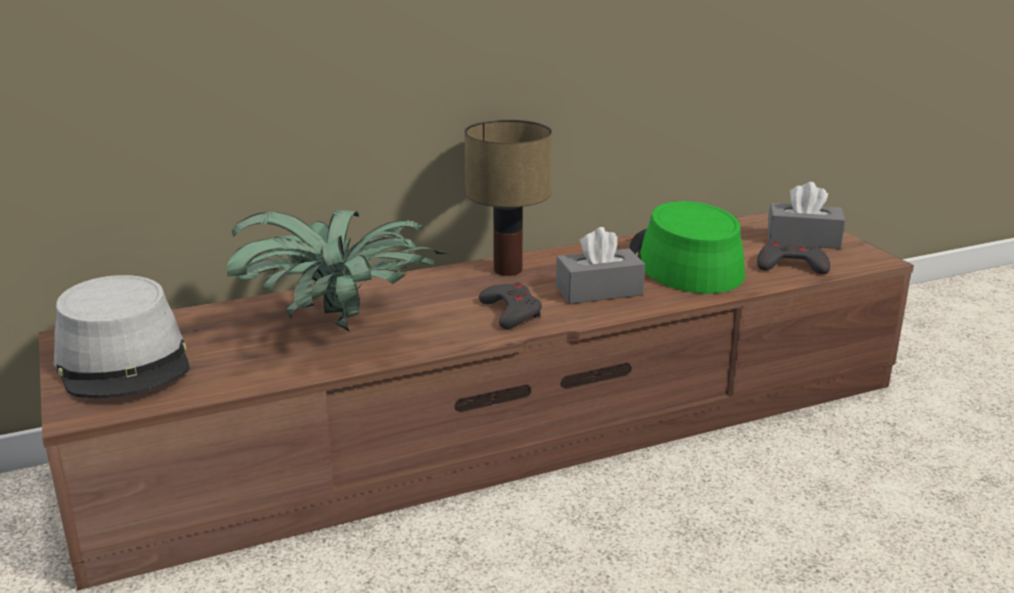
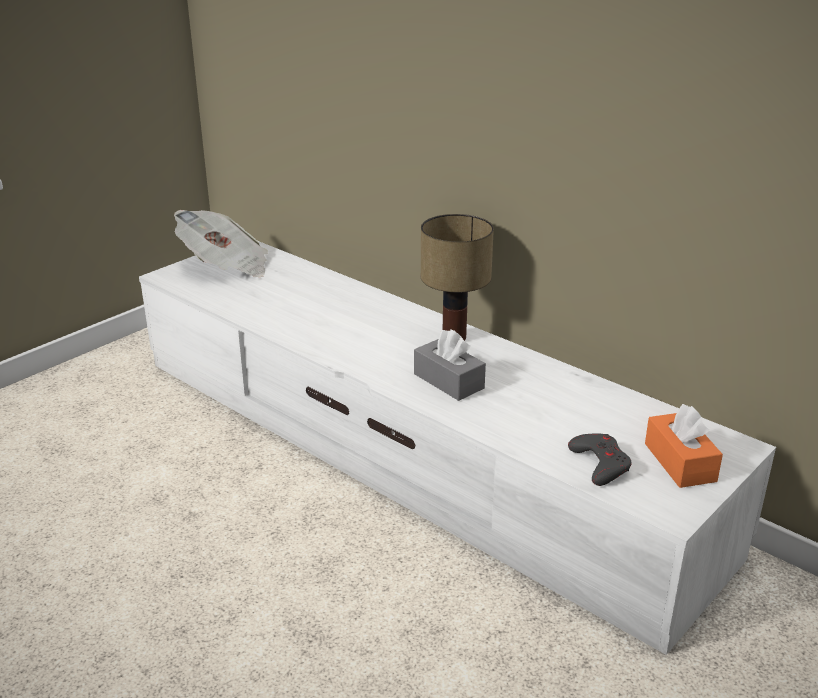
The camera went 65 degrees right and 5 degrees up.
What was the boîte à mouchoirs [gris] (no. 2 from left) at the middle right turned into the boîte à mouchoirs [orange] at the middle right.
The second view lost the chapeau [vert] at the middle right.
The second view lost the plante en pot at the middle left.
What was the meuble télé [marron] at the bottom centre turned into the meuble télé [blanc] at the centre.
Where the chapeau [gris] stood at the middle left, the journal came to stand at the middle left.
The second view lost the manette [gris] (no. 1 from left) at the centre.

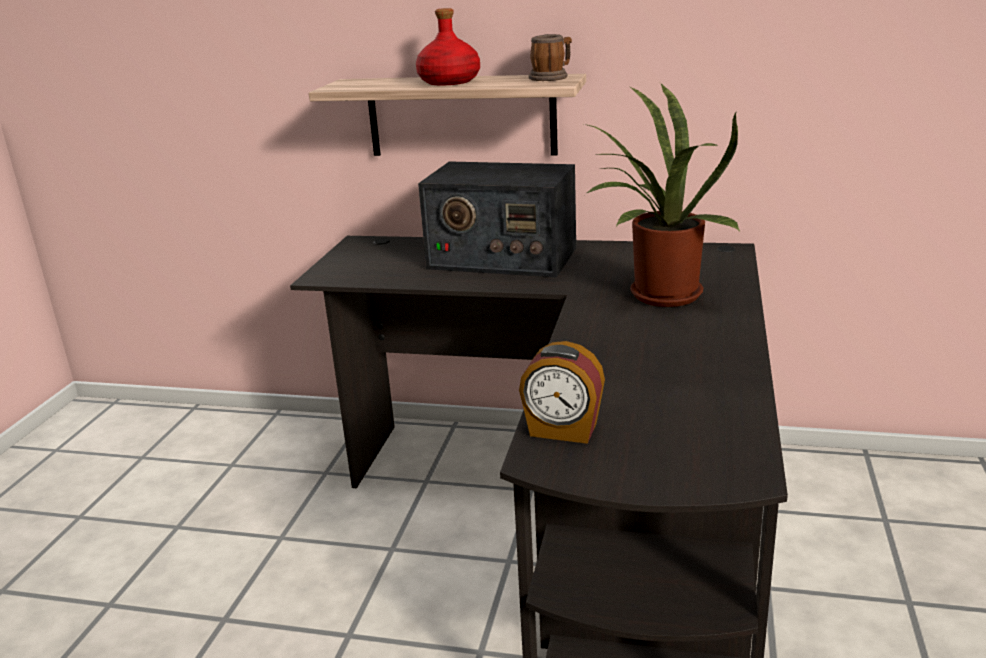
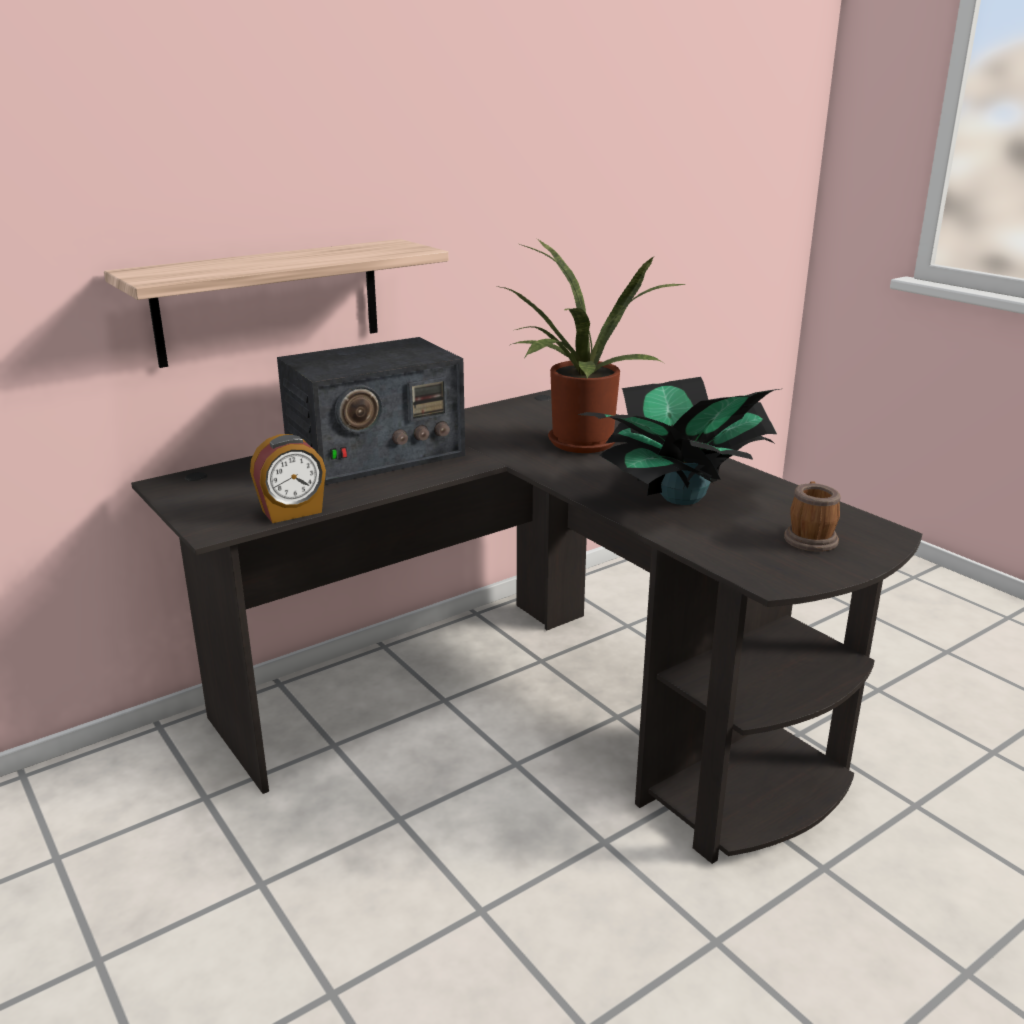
The camera went 50 degrees left and 0 degrees up.
The second view lost the bouteille [rouge] at the top centre.
The mug ended up elsewhere, having gone from the top centre to the middle right.
The réveil ended up elsewhere, having gone from the centre to the middle left.
The second view gained the plante en pot (no. 2 from left) at the centre.

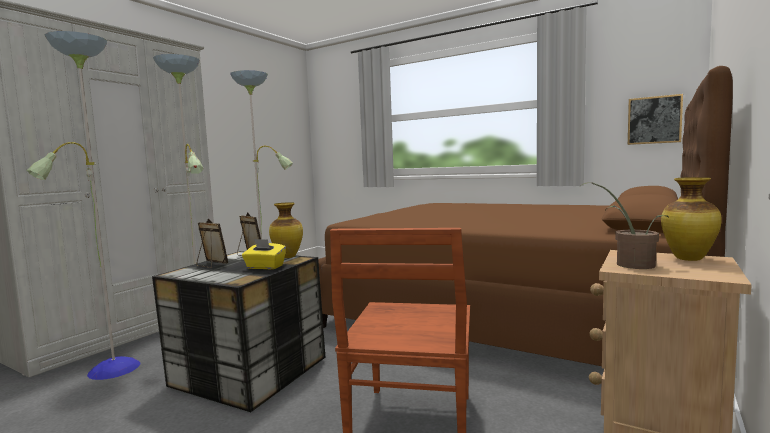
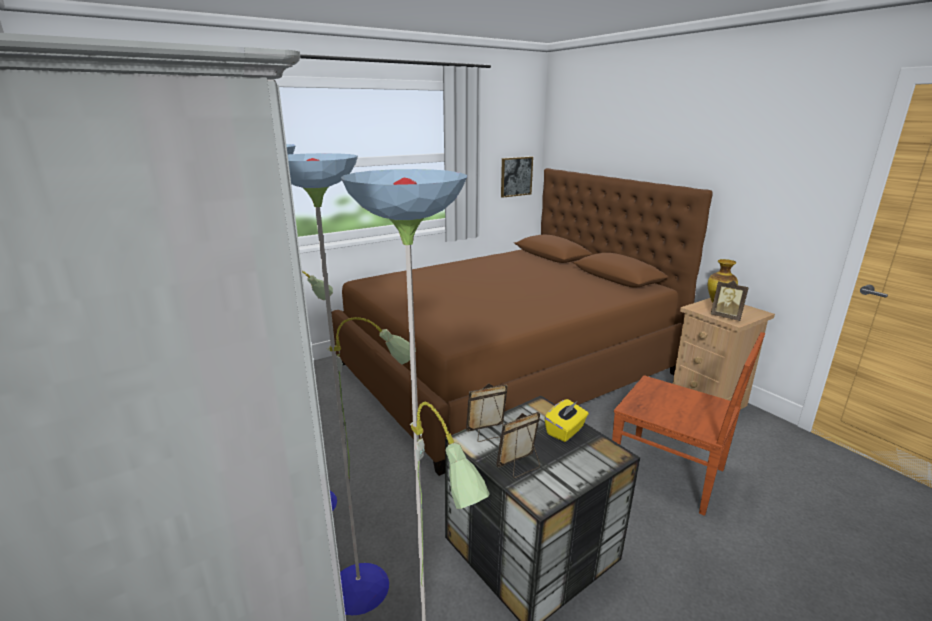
The camera went 65 degrees left and 15 degrees up.
Where the plante en pot stood at the middle right, the cadre photo (no. 3 from left) came to stand at the middle right.
The second view lost the vase (no. 1 from left) at the centre.

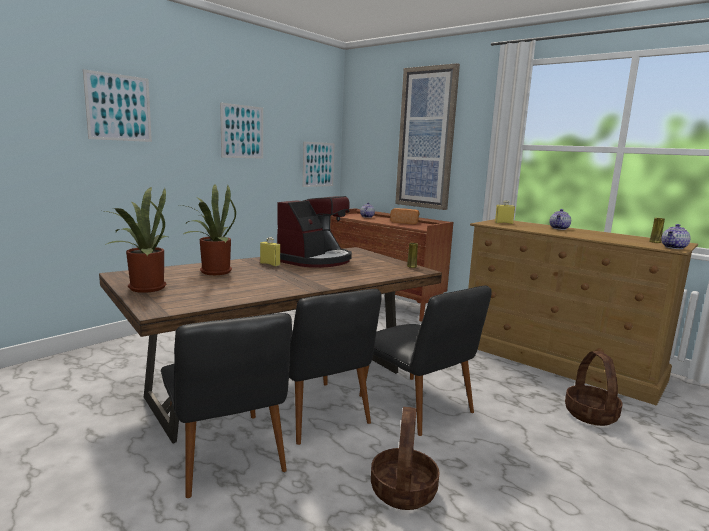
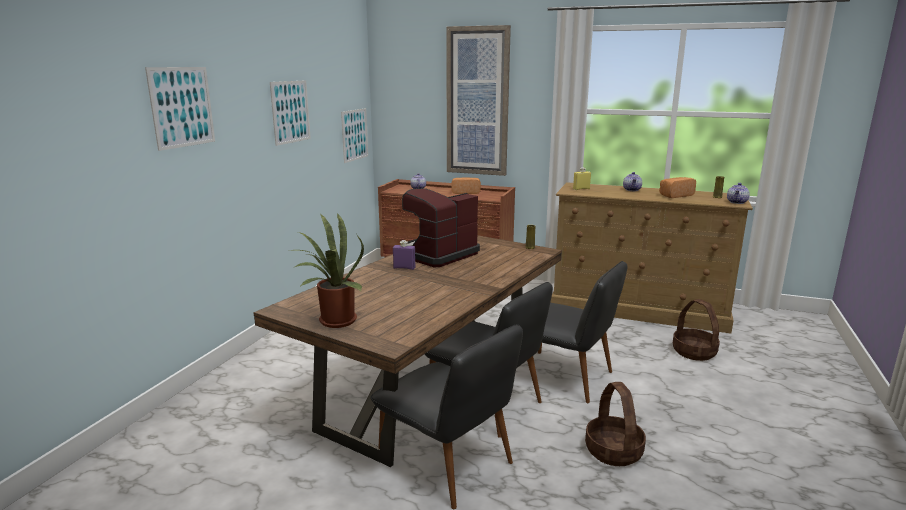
The camera went 20 degrees left and 5 degrees up.
The second view lost the plante en pot (no. 2 from left) at the middle left.
The machine à café at the centre ended up facing another way, 150 degrees counterclockwise from before.
What was the bouteille [jaune] (no. 1 from left) at the centre turned into the bouteille [violet] at the centre.
The second view gained the pain (no. 2 from left) at the middle right.

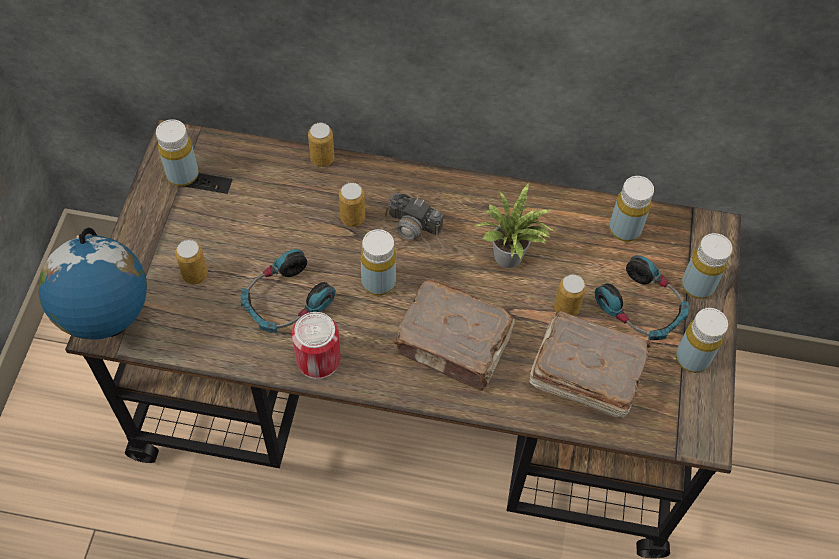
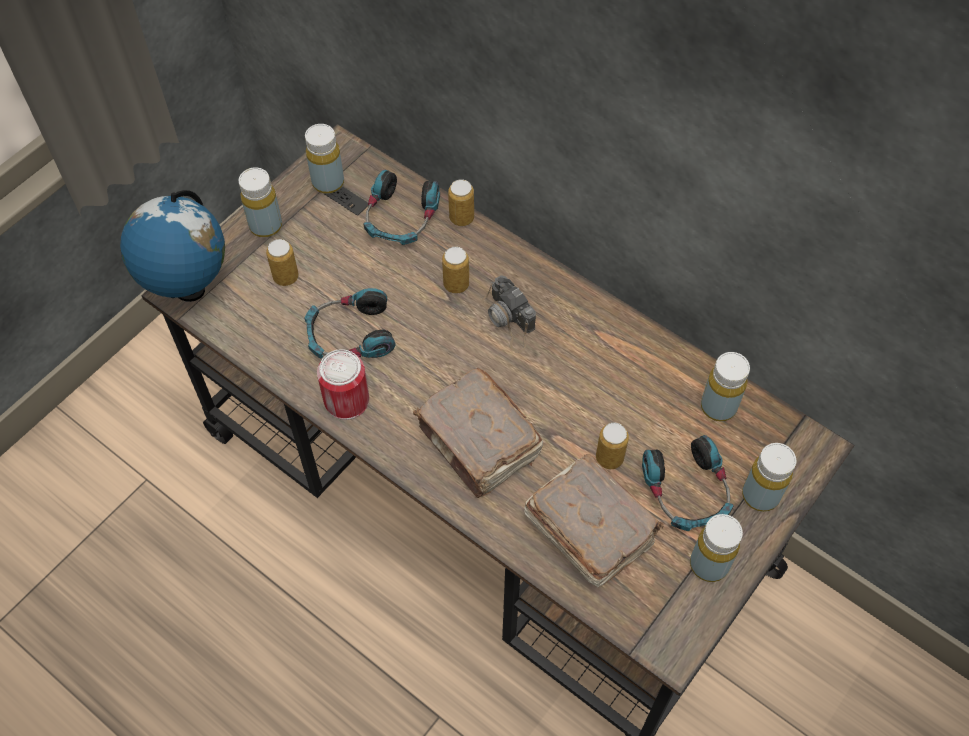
The camera went 30 degrees right and 0 degrees up.
The second view lost the plante en pot at the centre.
The bouteille [jaune] (no. 2 from left in the first image) ended up elsewhere, having gone from the centre to the top left.
The second view gained the casque audio (no. 2 from left) at the top centre.

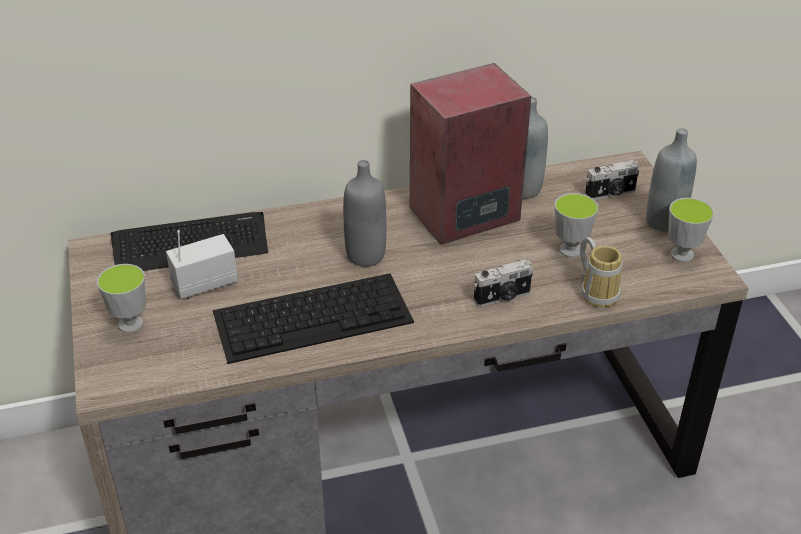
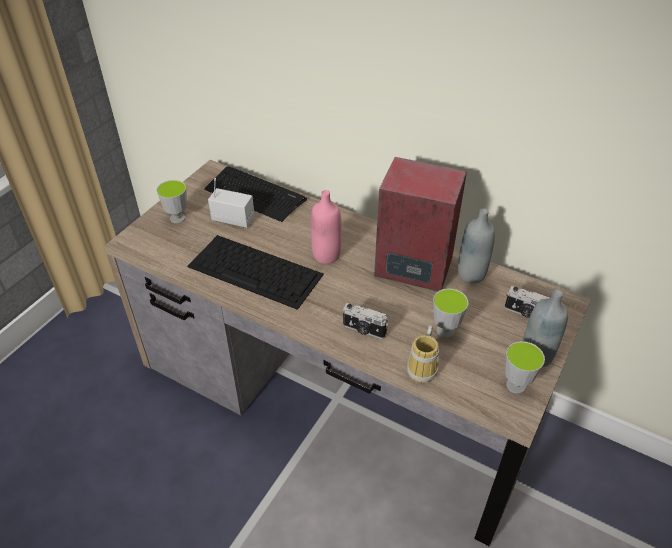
The camera went 45 degrees right and 5 degrees up.
What was the bouteille [gris] (no. 1 from left) at the centre turned into the bouteille [rose] at the centre.

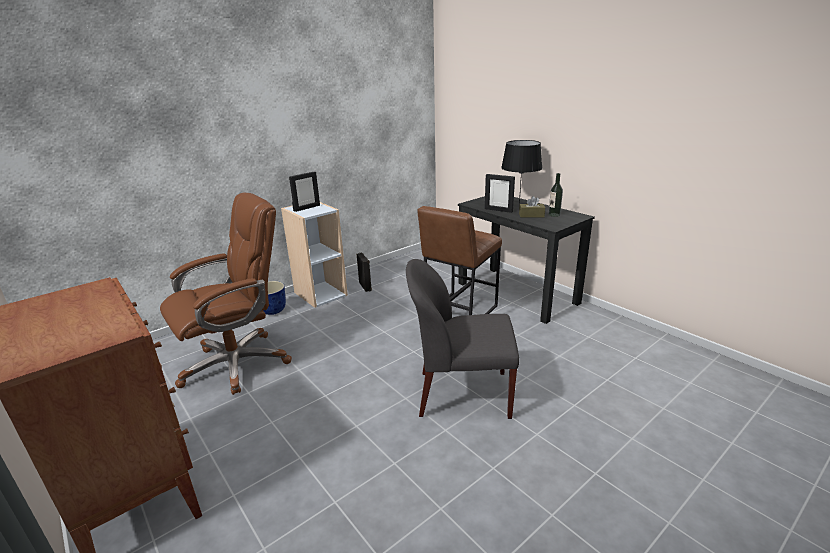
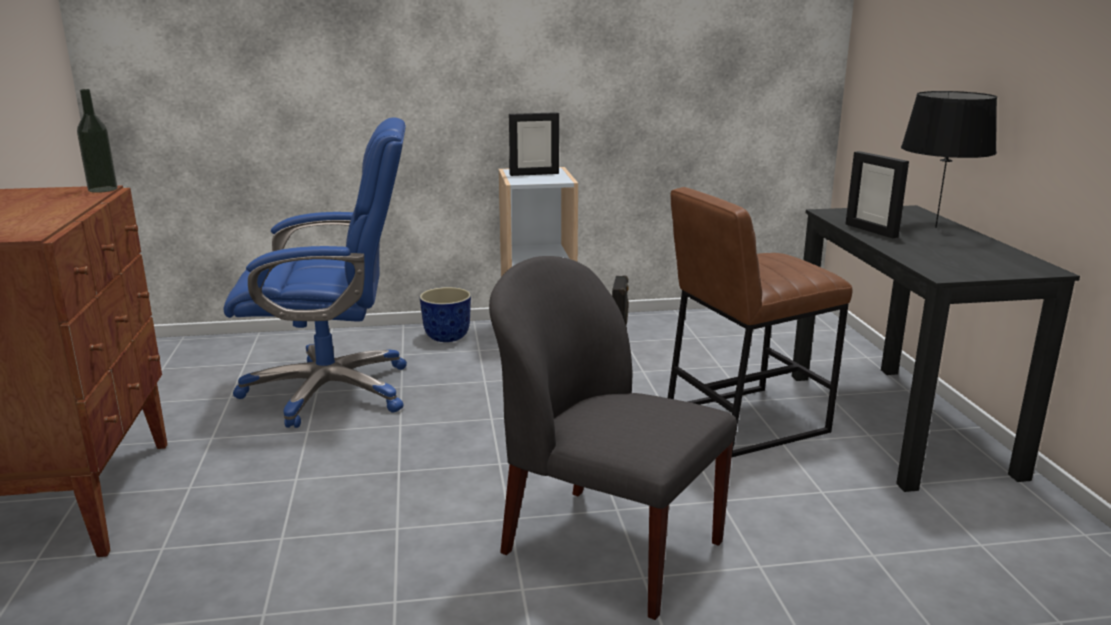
The camera went 30 degrees right and 5 degrees down.
The bouteille ended up elsewhere, having gone from the middle right to the top left.
What was the chaise de bureau [marron] at the middle left turned into the chaise de bureau [bleu] at the middle left.
The second view lost the boîte à mouchoirs [marron] at the centre.

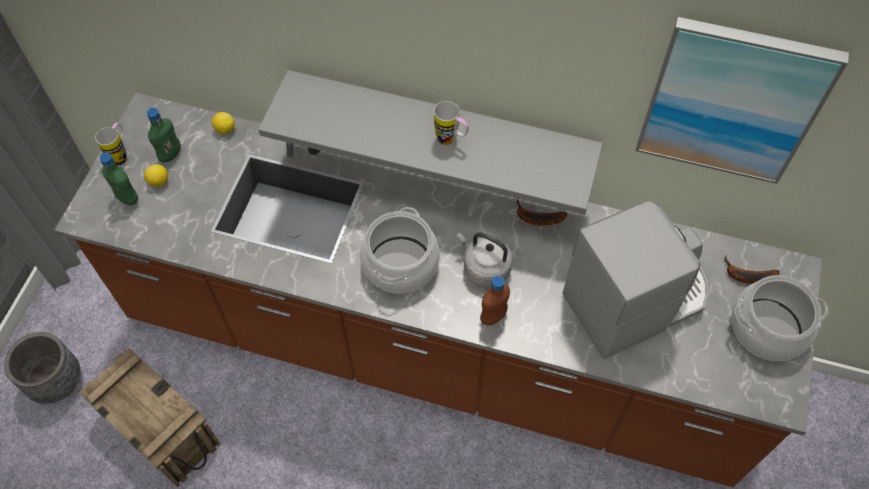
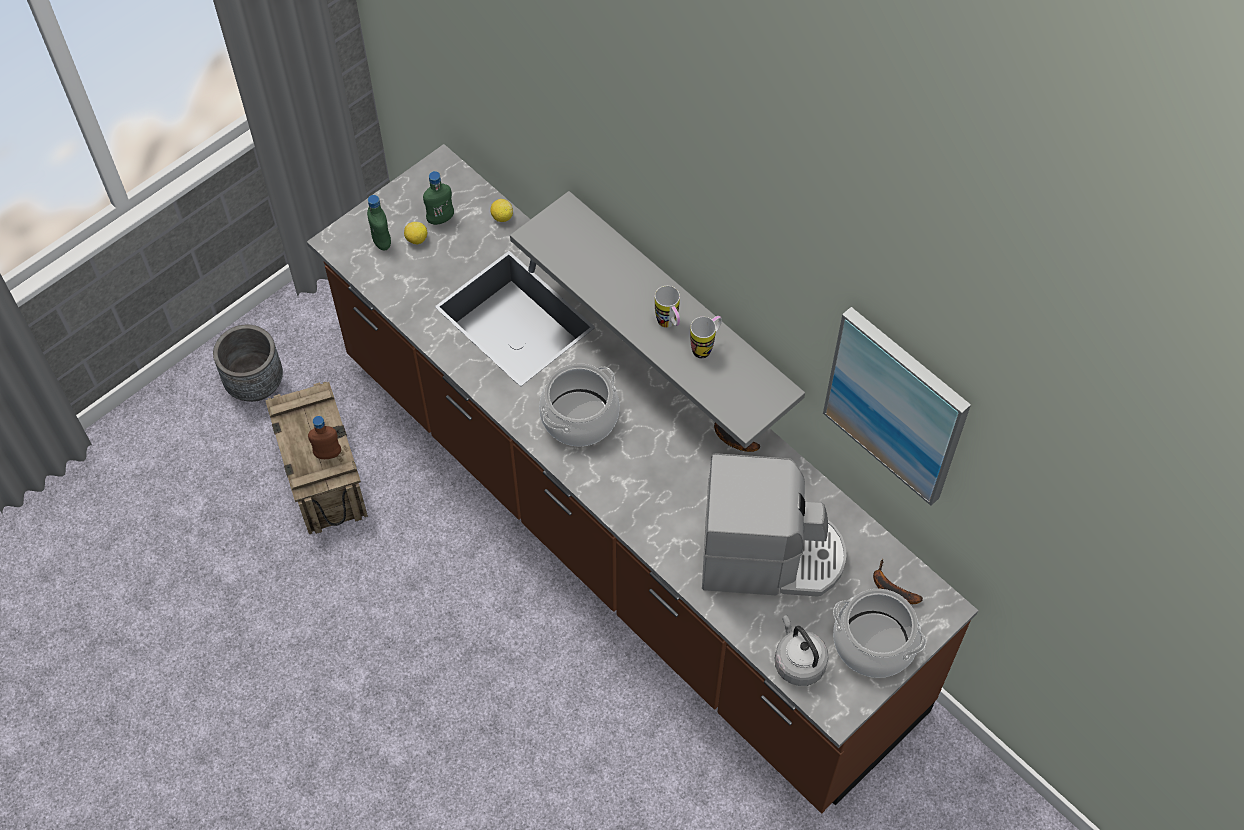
The camera went 30 degrees right and 0 degrees up.
The mug (no. 1 from left in the first image) ended up elsewhere, having gone from the top left to the centre.
The bouilloire [gris] ended up elsewhere, having gone from the centre to the bottom centre.
The bouteille [marron] ended up elsewhere, having gone from the centre to the middle left.

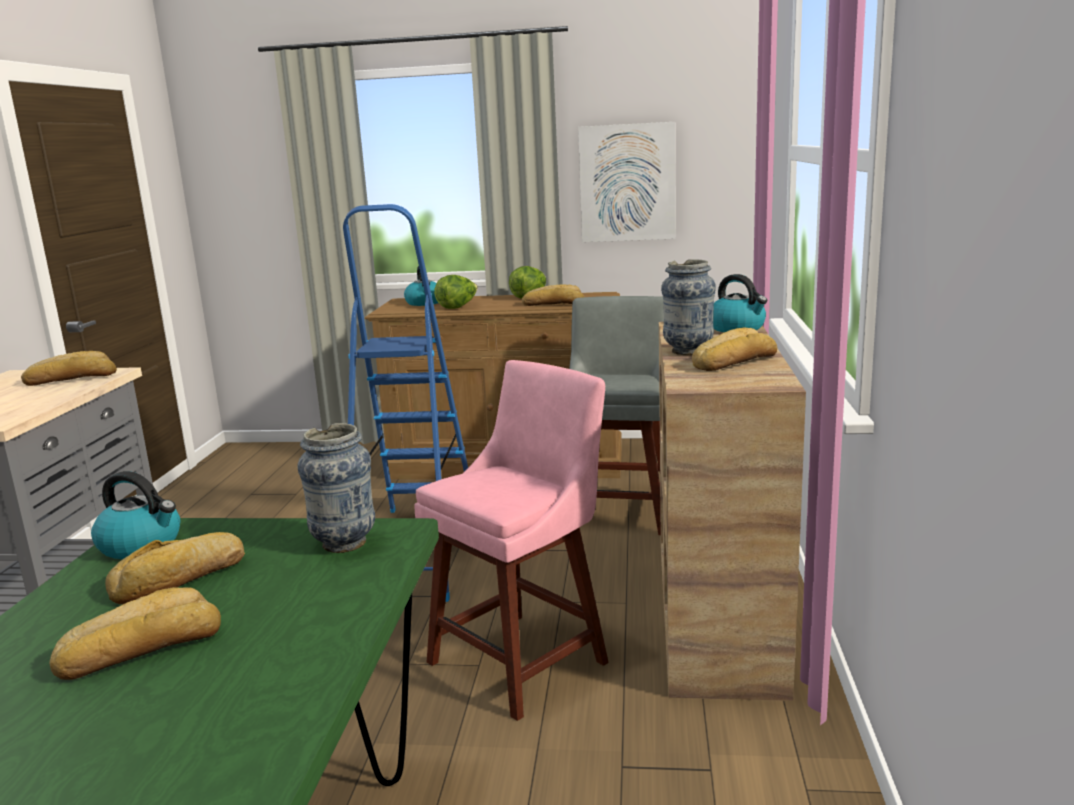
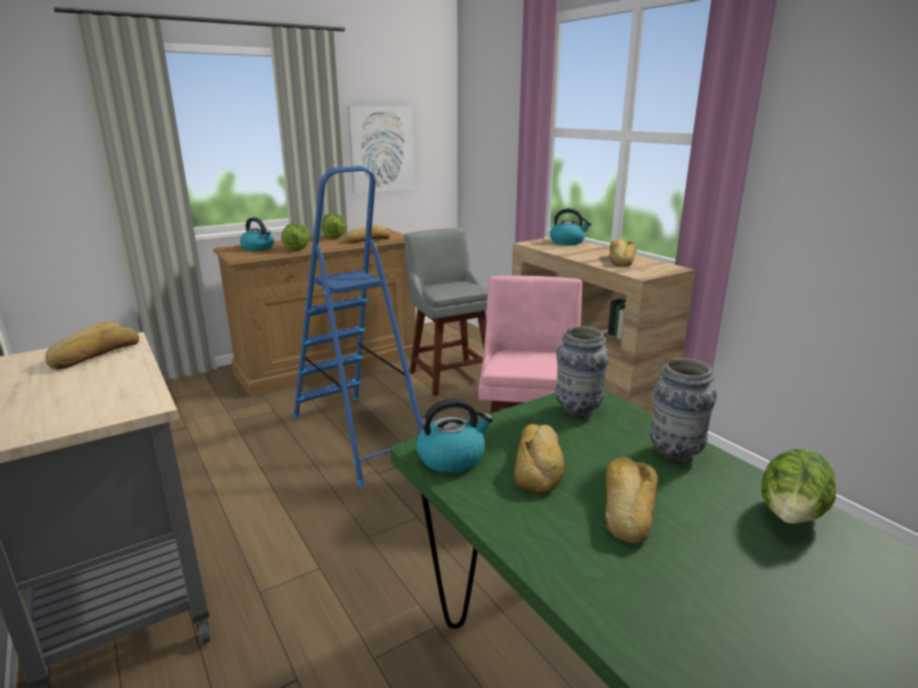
The camera went 40 degrees left and 5 degrees up.
The vase (no. 2 from left) ended up elsewhere, having gone from the centre to the middle right.
The second view gained the laitue (no. 3 from left) at the bottom right.

